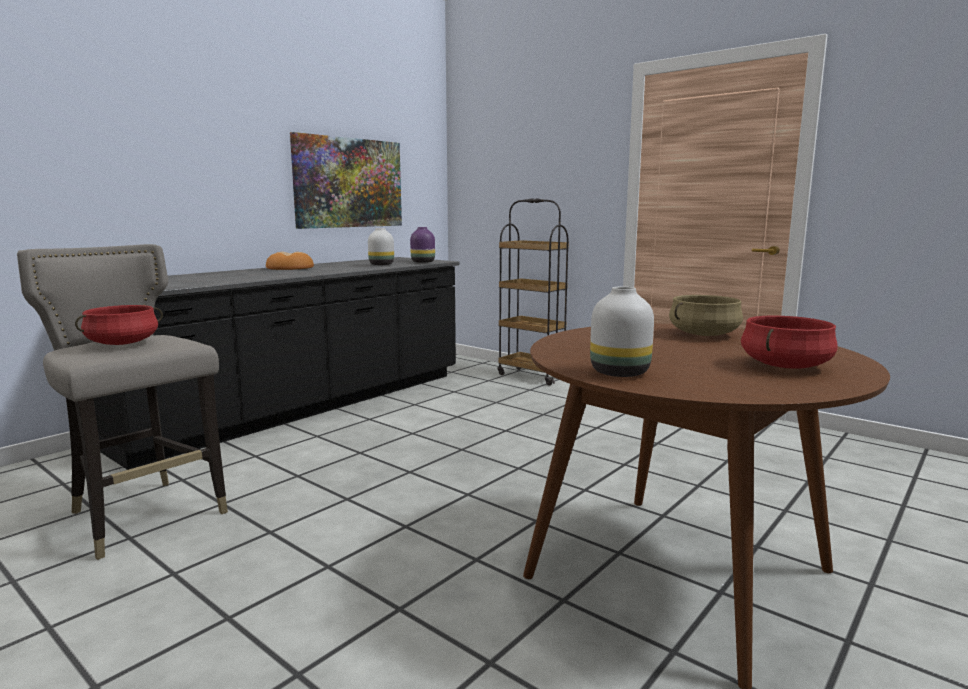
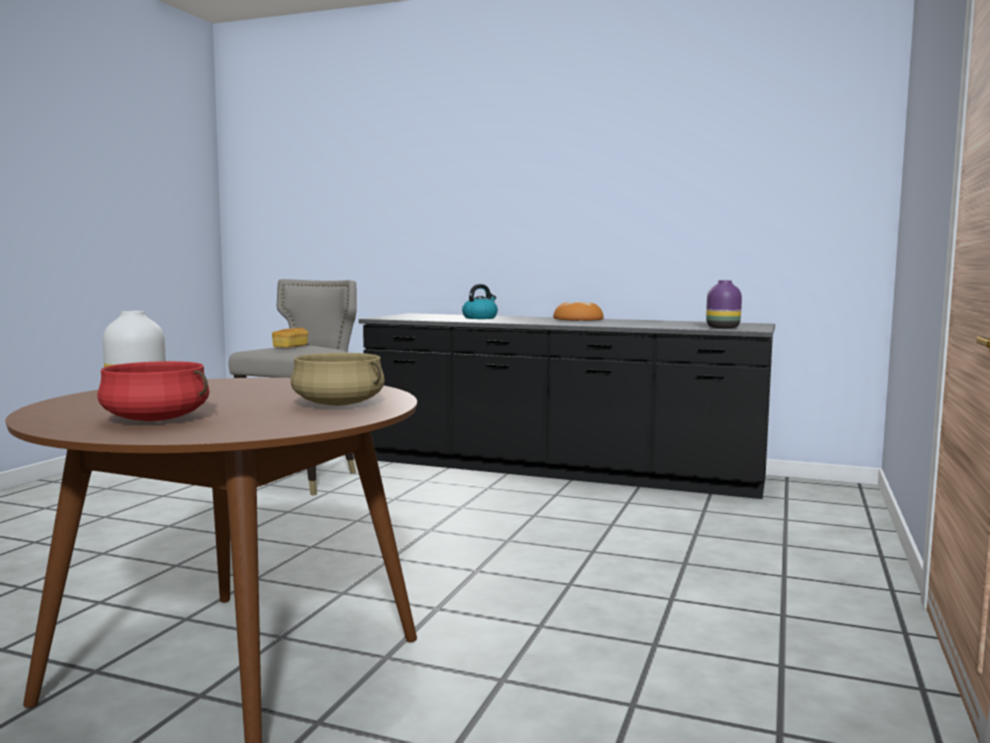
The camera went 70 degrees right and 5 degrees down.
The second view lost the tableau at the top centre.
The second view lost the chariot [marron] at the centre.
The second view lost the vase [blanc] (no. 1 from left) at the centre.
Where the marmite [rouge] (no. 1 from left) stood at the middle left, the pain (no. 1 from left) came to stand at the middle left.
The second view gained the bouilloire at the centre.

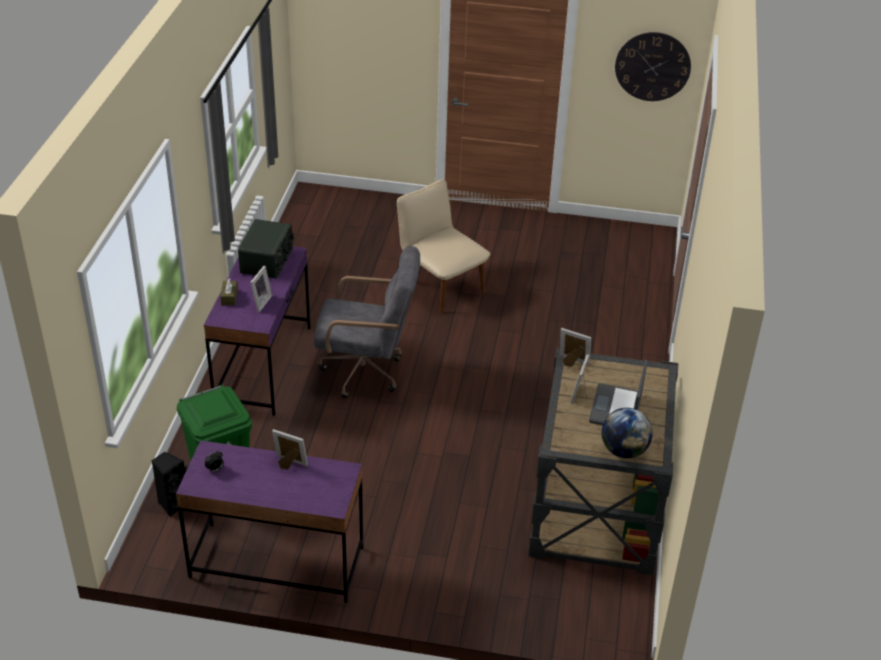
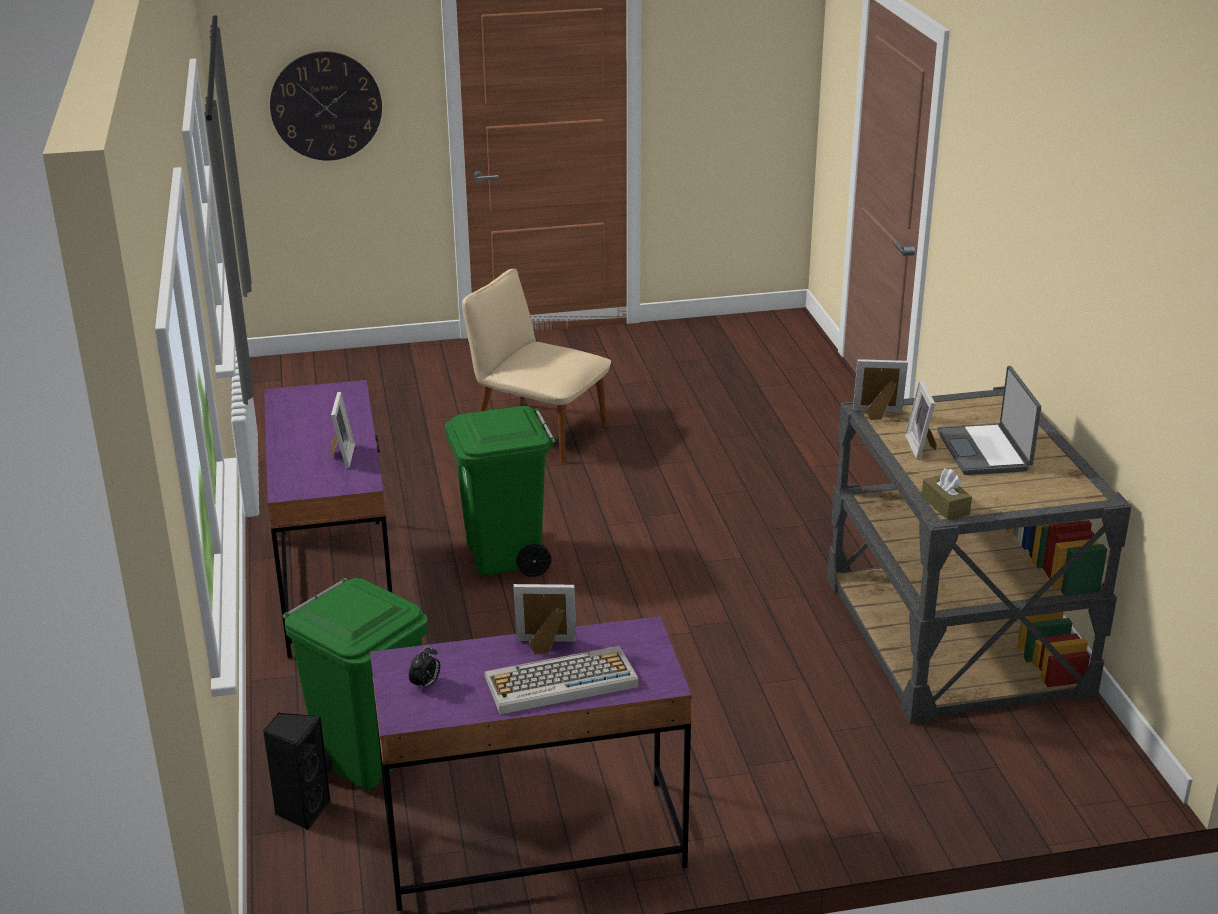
The camera went 20 degrees left and 10 degrees down.
The horloge murale ended up elsewhere, having gone from the top right to the top left.
The second view lost the radio at the middle left.
Where the chaise de bureau [gris] stood at the centre, the poubelle [vert] (no. 2 from left) came to stand at the centre.
The boîte à mouchoirs [marron] ended up elsewhere, having gone from the middle left to the middle right.
The second view lost the globe at the middle right.
The second view gained the clavier at the bottom centre.

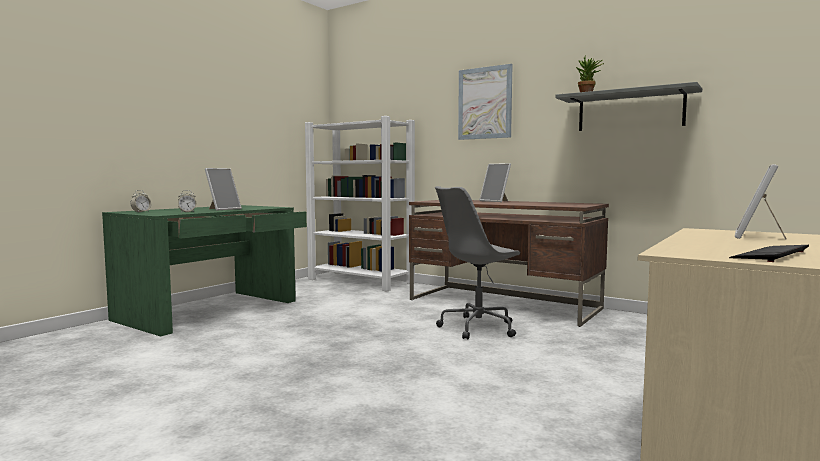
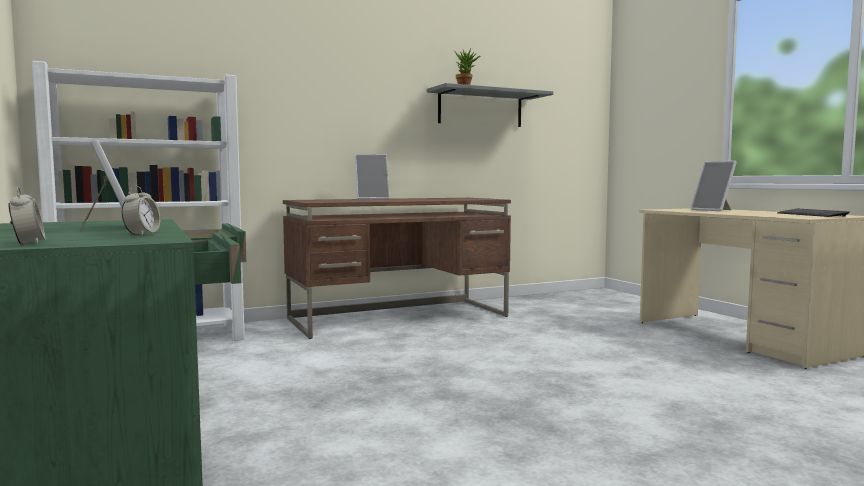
The camera went 60 degrees left and 0 degrees up.
The second view lost the tableau at the top centre.
The second view lost the chaise de bureau [gris] at the centre.

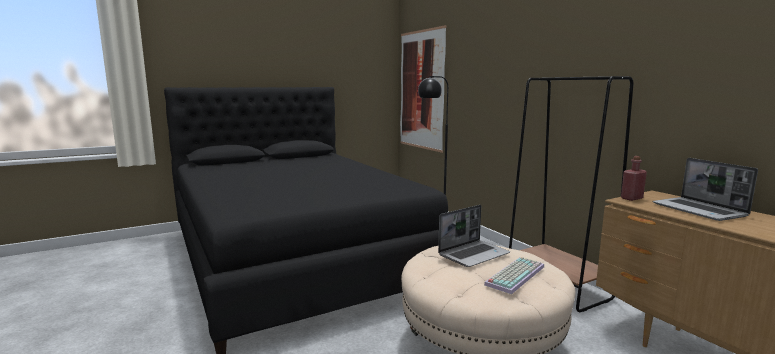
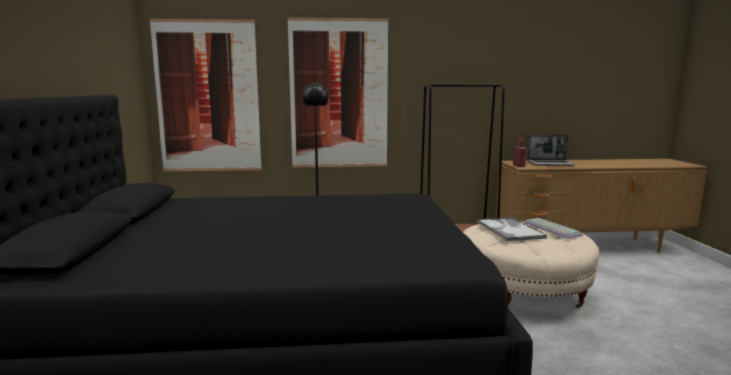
The camera went 65 degrees left and 0 degrees up.
Where the ordinateur portable (no. 1 from left) stood at the bottom centre, the plateau came to stand at the middle right.
The second view gained the tableau (no. 2 from left) at the top centre.

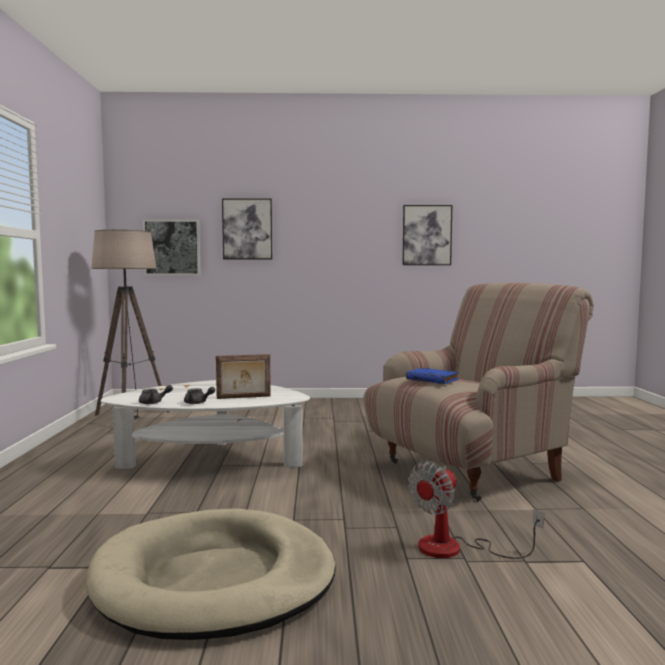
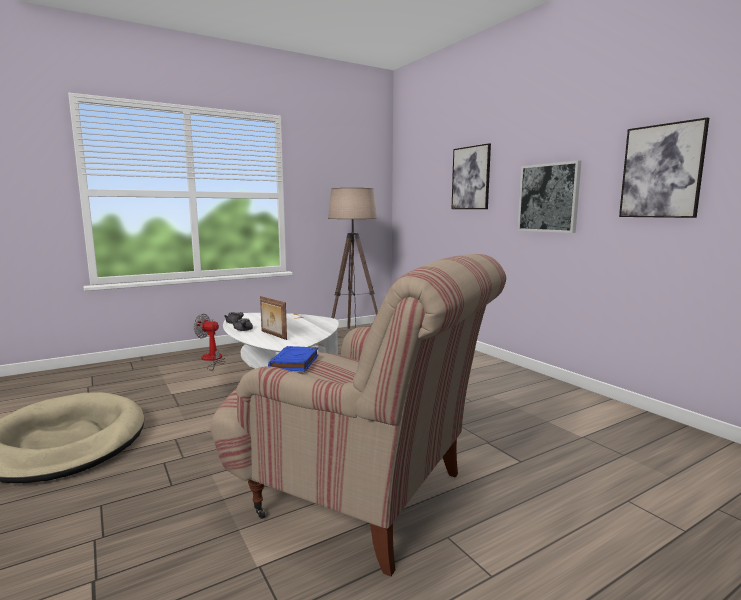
The camera went 60 degrees right and 5 degrees up.
The tableau (no. 1 from left in the first image) ended up elsewhere, having gone from the middle left to the top right.
The ventilateur ended up elsewhere, having gone from the bottom right to the middle left.

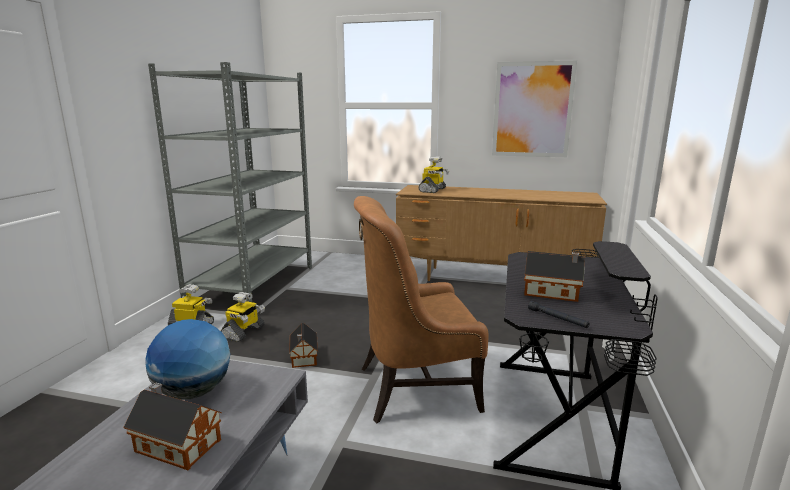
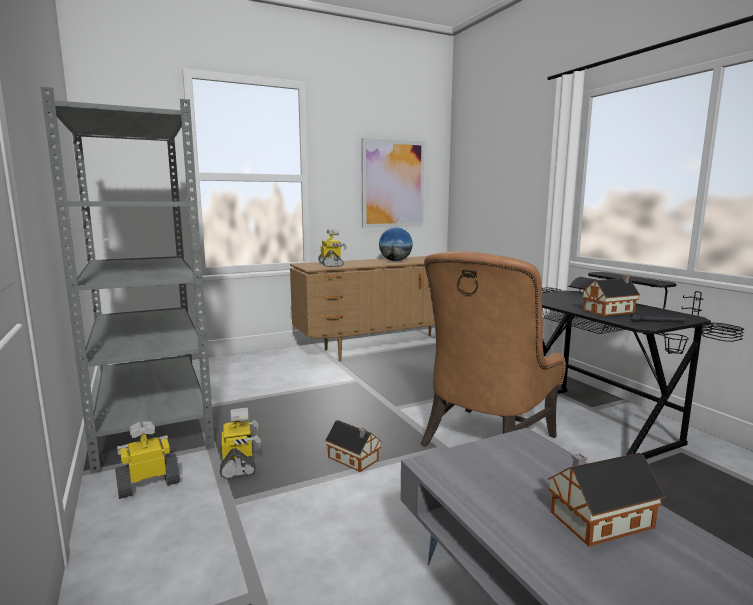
The camera went 40 degrees left and 5 degrees down.
The globe ended up elsewhere, having gone from the bottom left to the centre.

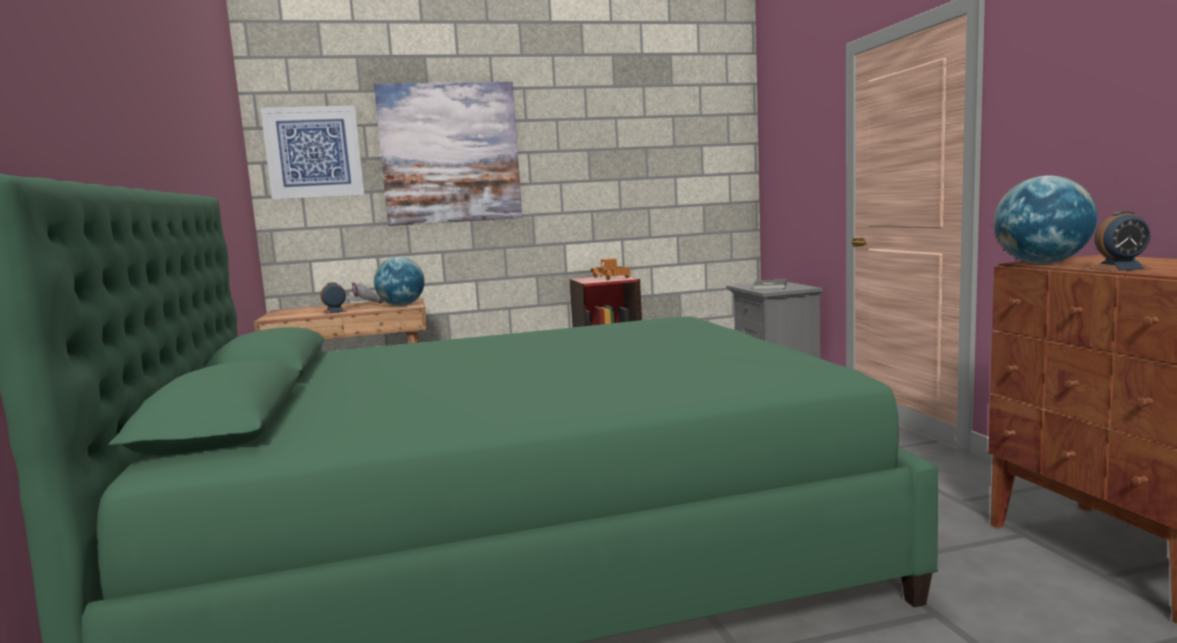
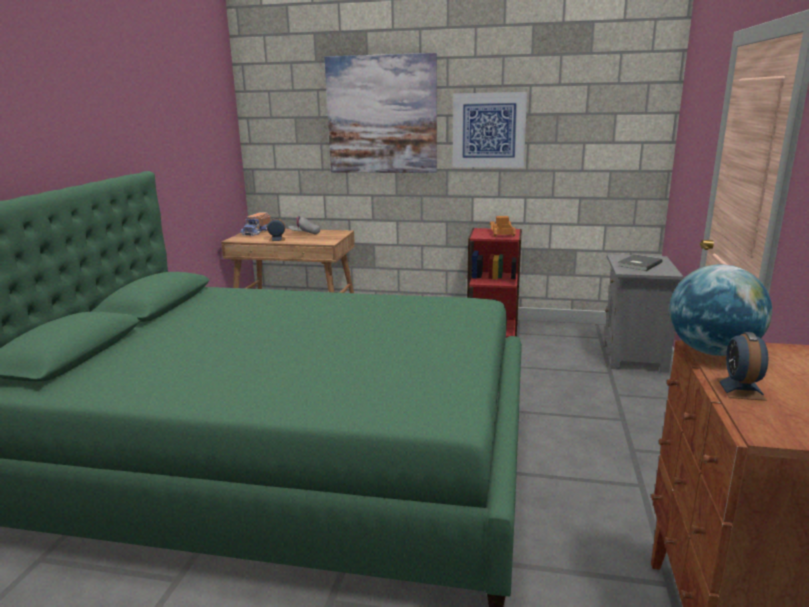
The camera went 25 degrees right and 10 degrees up.
The tableau (no. 1 from left in the first image) ended up elsewhere, having gone from the top left to the top centre.
The réveil (no. 2 from left) at the middle right ended up facing another way, 75 degrees clockwise from before.
The second view lost the globe (no. 1 from left) at the centre.
The second view gained the camion jouet (no. 1 from left) at the middle left.

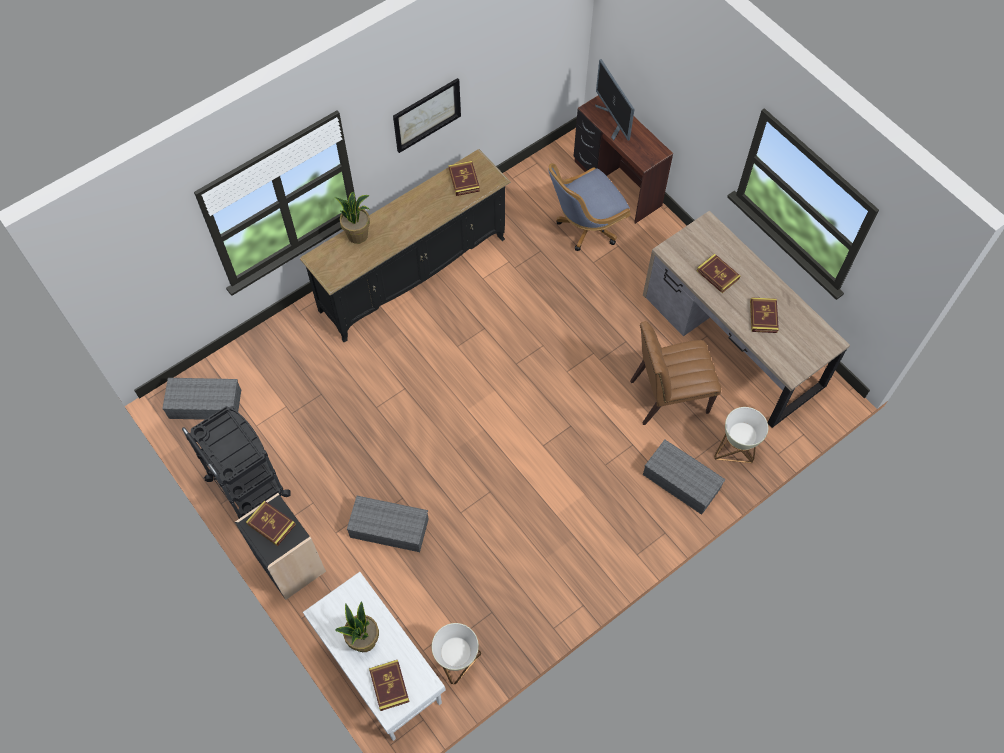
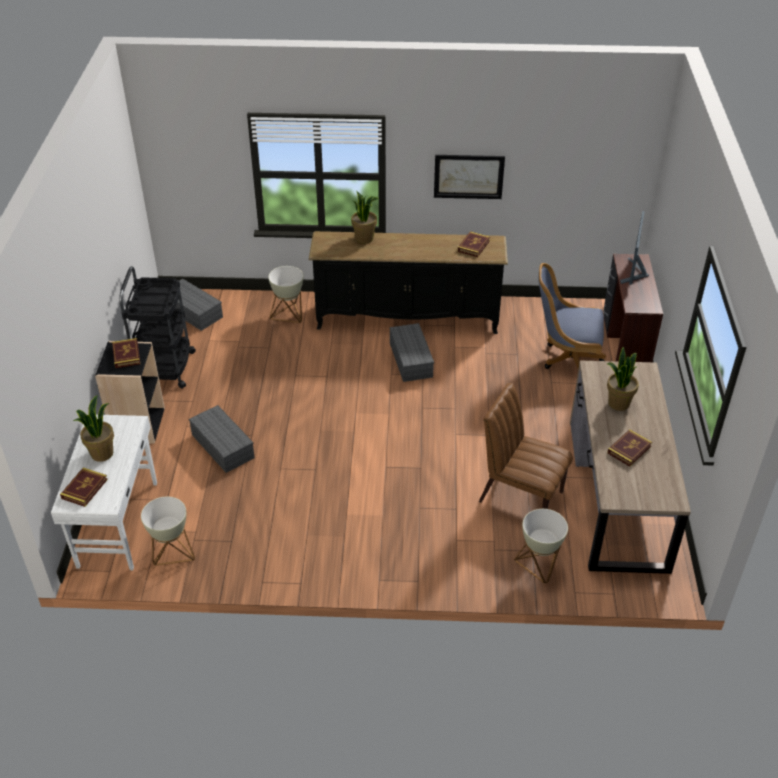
The camera went 40 degrees right and 20 degrees down.
Where the livre (no. 4 from left) stood at the middle right, the plante en pot (no. 3 from left) came to stand at the middle right.
The boîte de rangement [gris] (no. 3 from left) ended up elsewhere, having gone from the middle right to the centre.
The second view gained the cache-pot (no. 2 from left) at the centre.

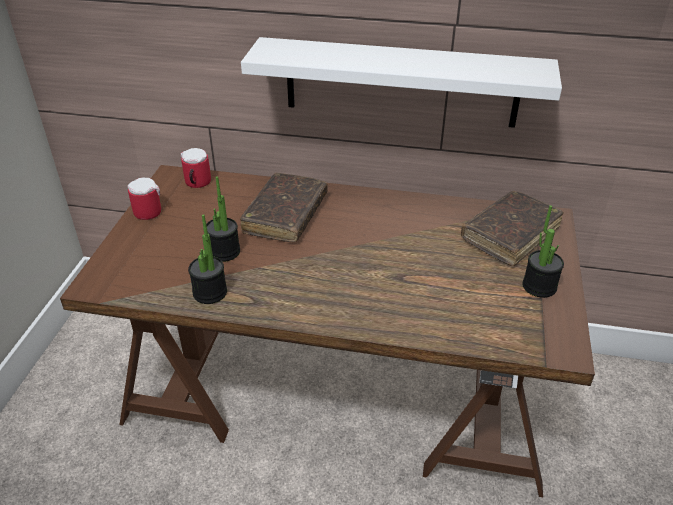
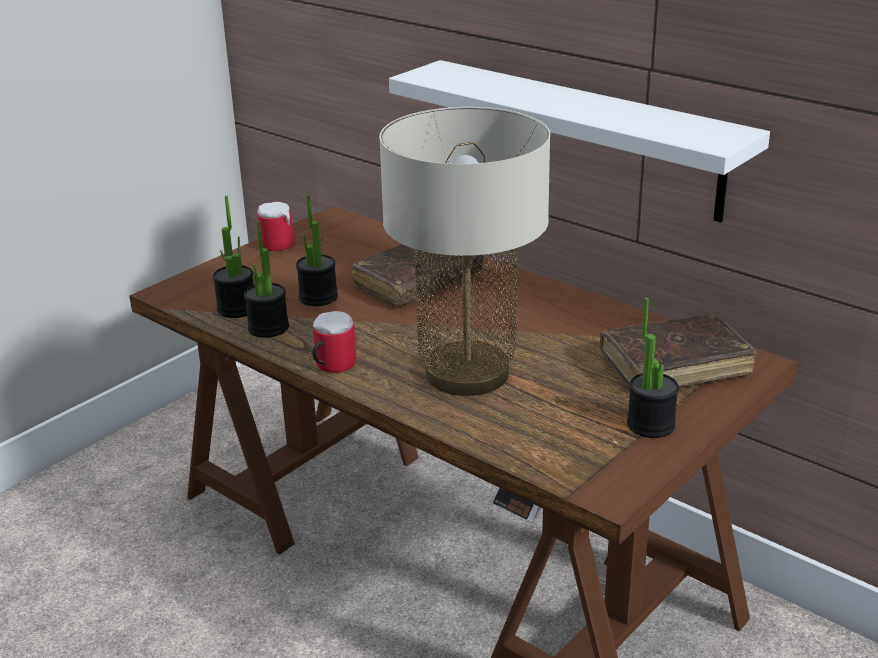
The camera went 30 degrees right and 10 degrees down.
The mug (no. 2 from left) ended up elsewhere, having gone from the top left to the centre.
The second view gained the lampe de table at the centre.
The second view gained the plante en pot (no. 1 from left) at the middle left.

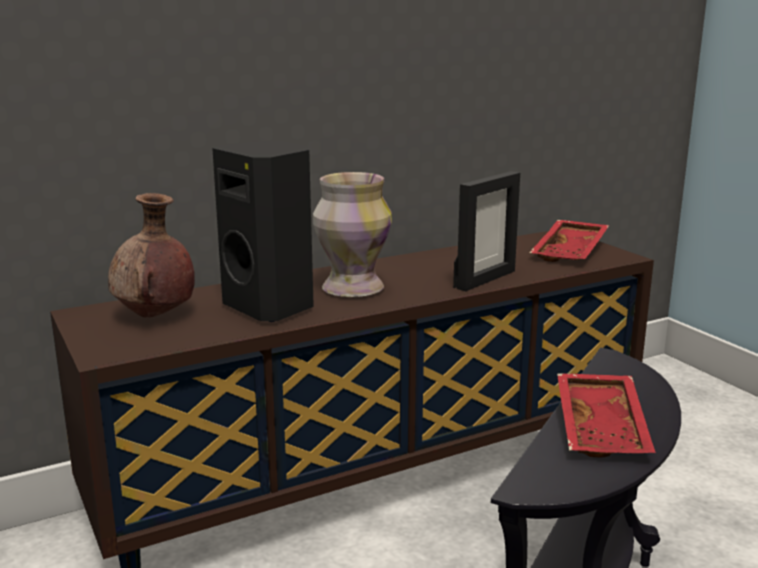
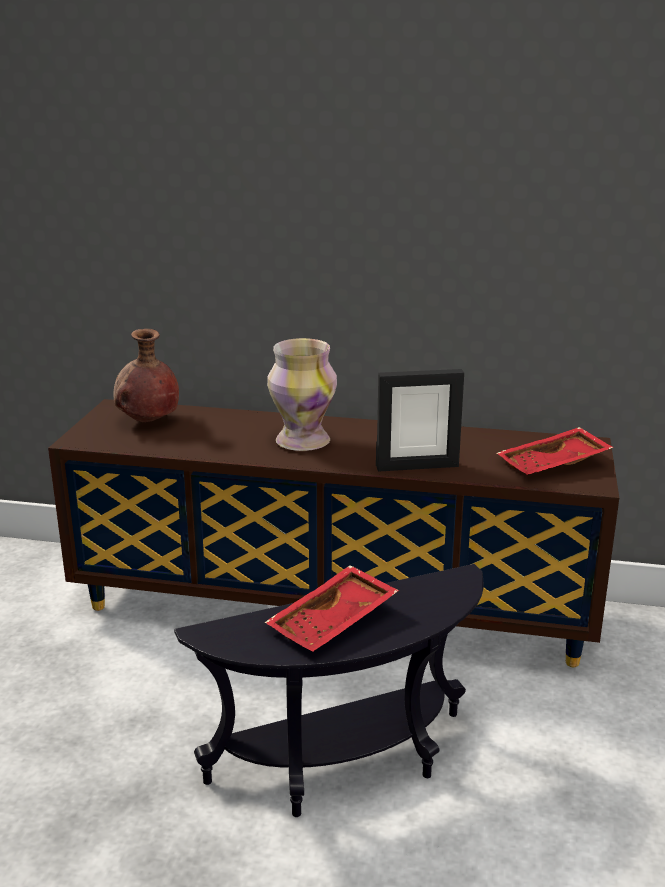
The camera went 40 degrees right and 5 degrees up.
The second view lost the enceinte [noir] at the centre.

